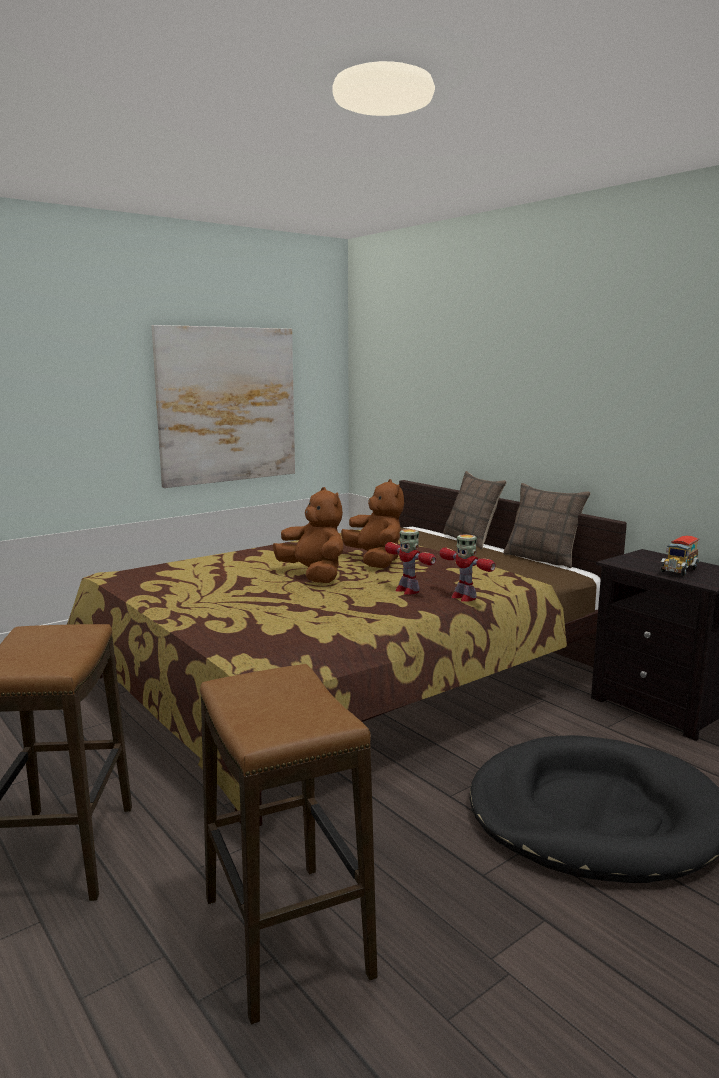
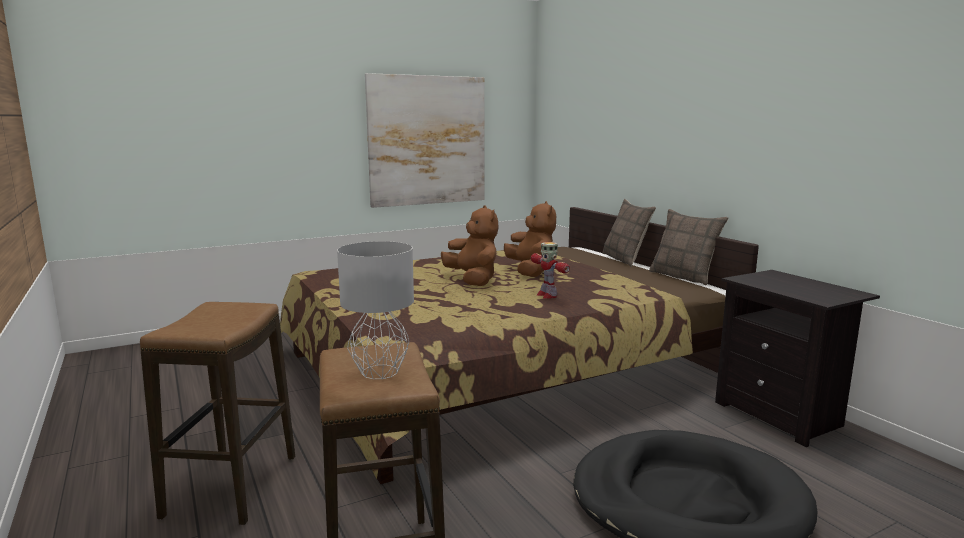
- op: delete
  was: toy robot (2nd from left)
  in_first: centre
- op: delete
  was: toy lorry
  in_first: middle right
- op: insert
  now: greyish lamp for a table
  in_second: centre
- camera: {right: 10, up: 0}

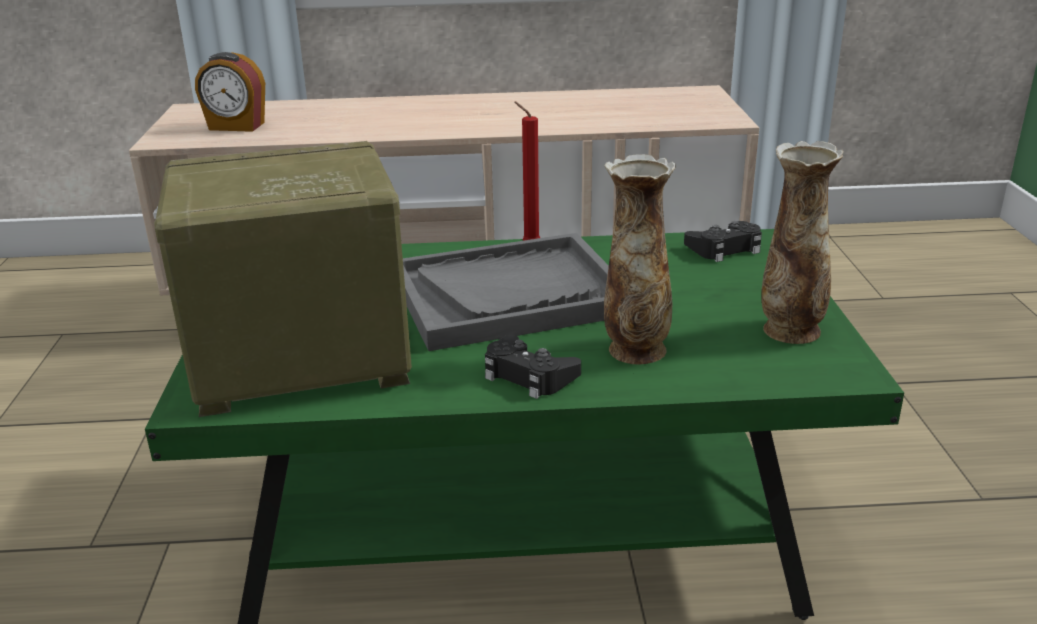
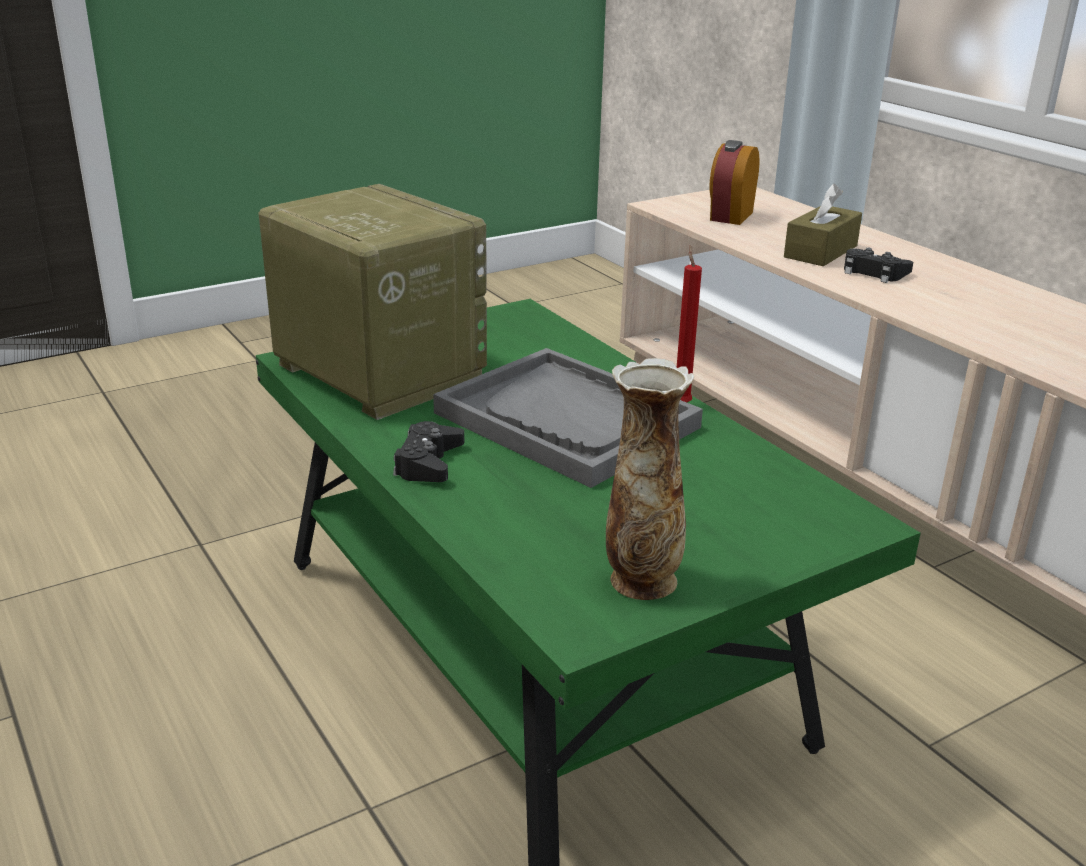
- op: rotate
  was: table clock
  in_first: top left
  in_second: top right
  clockwise: 45
- op: delete
  was: decorative vase (1st from left)
  in_first: centre
- op: move
  was: blackish gamepad (2nd from left)
  in_first: middle right
  in_second: top right
- op: insert
  now: brown-coloured tissue holder
  in_second: top right
- camera: {right: 60, up: 0}

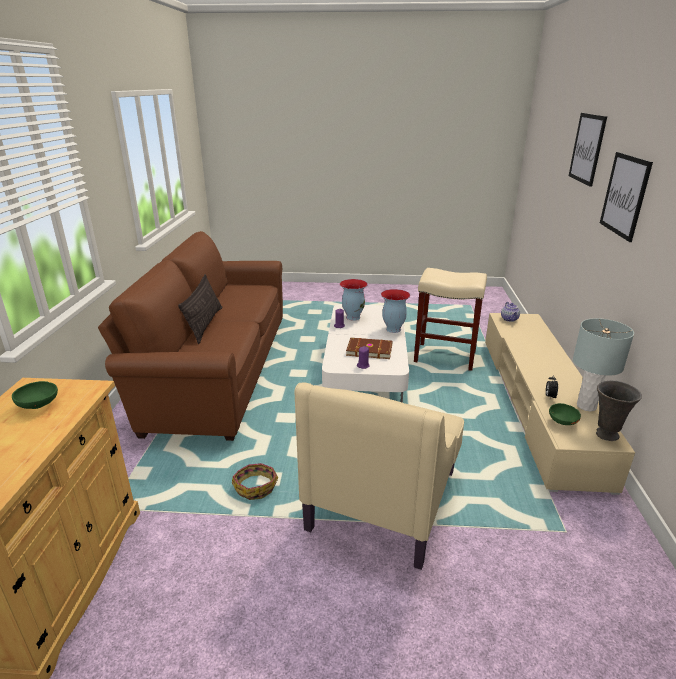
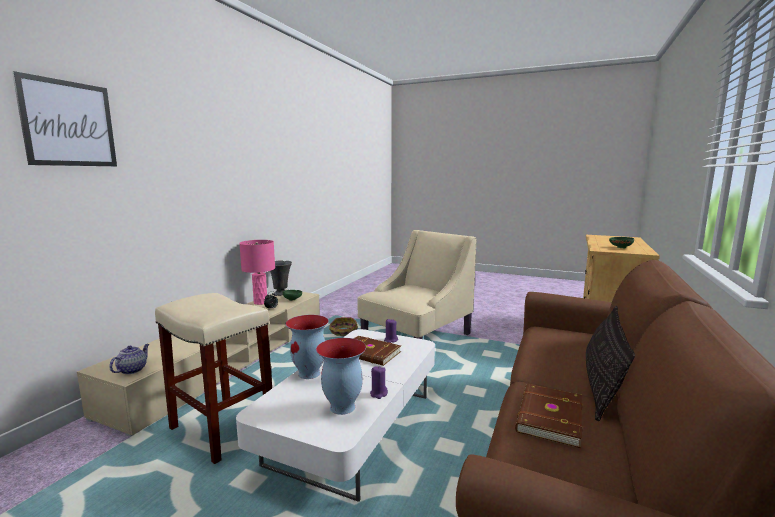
- op: delete
  was: wall art (2nd from left)
  in_first: top right
- op: recolor
  was: greyish lamp for a table
  now: pink lamp for a table
  in_first: middle right
  in_second: middle left
- op: move
  was: household basket
  in_first: bottom centre
  in_second: centre
- op: insert
  now: brown-coloured bound book (2nd from left)
  in_second: bottom right
- camera: {right: -160, up: -15}

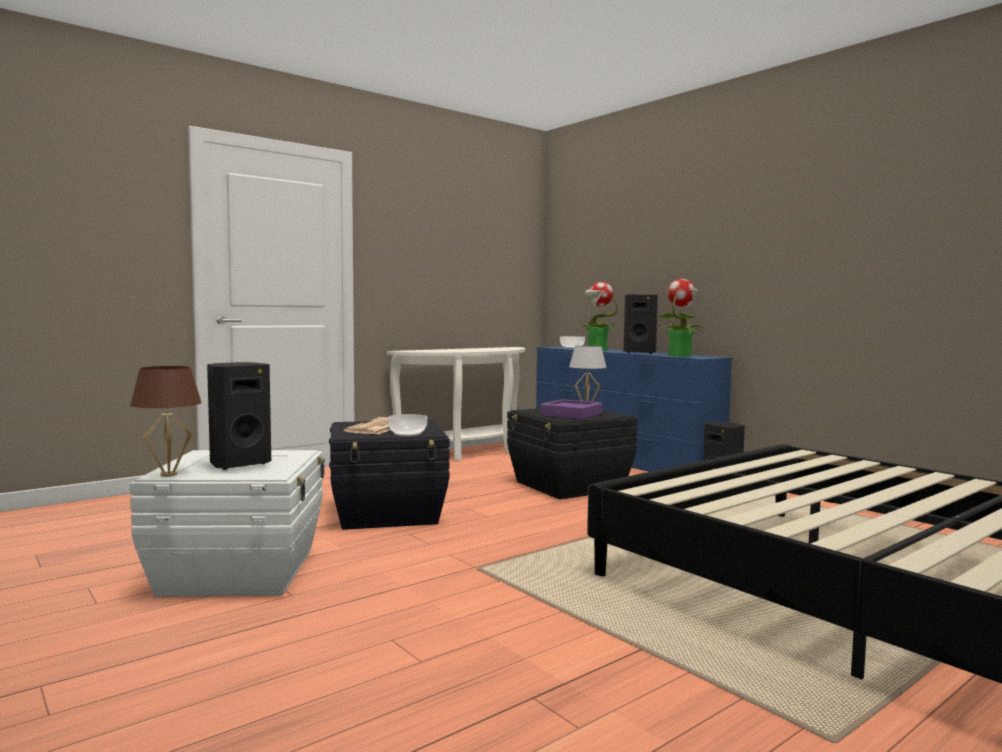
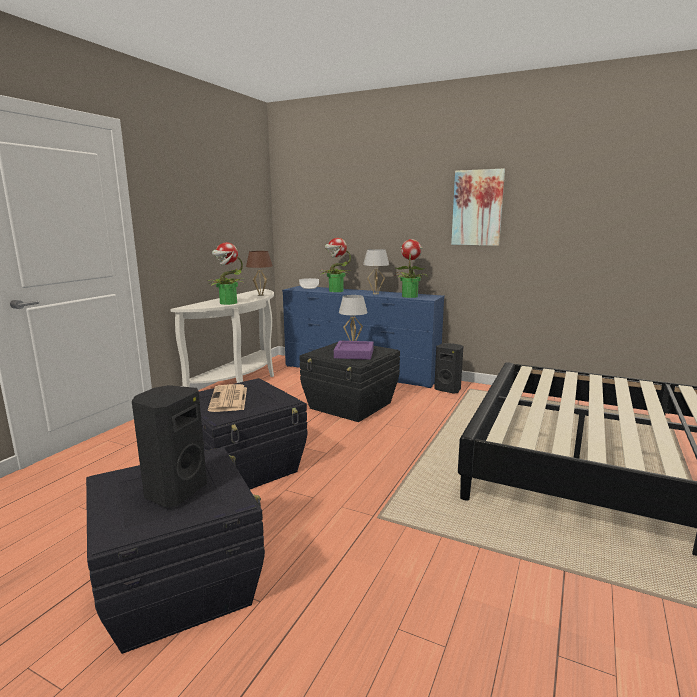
- op: replace
  was: blackish loudspeaker (2nd from left)
  now: whitish lamp for a table (2nd from left)
  in_first: centre
  in_second: centre
- op: move
  was: brown-coloured lamp for a table
  in_first: middle left
  in_second: centre
- op: delete
  was: deep dish (1st from left)
  in_first: centre
- op: recolor
  was: whitish storage container
  now: blackish storage container (1st from left)
  in_first: bottom left
  in_second: bottom left
- op: insert
  now: wall art
  in_second: top right
- op: insert
  now: houseplant (1st from left)
  in_second: middle left
- camera: {right: -25, up: 10}

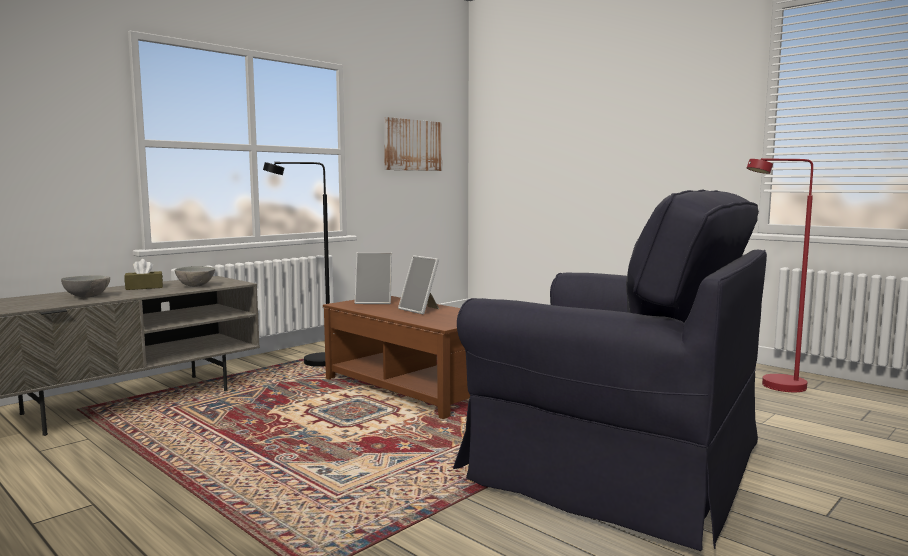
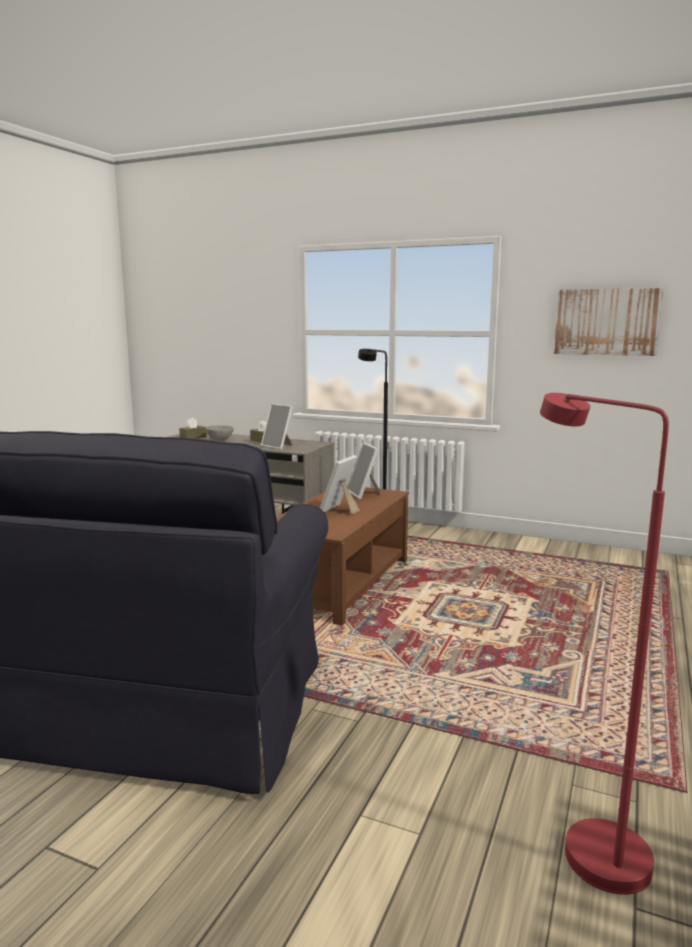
- op: replace
  was: greyish deep dish (2nd from left)
  now: picture frame (1st from left)
  in_first: middle left
  in_second: centre
- op: insert
  now: brown-coloured tissue holder (1st from left)
  in_second: middle left
- camera: {right: 70, up: 5}

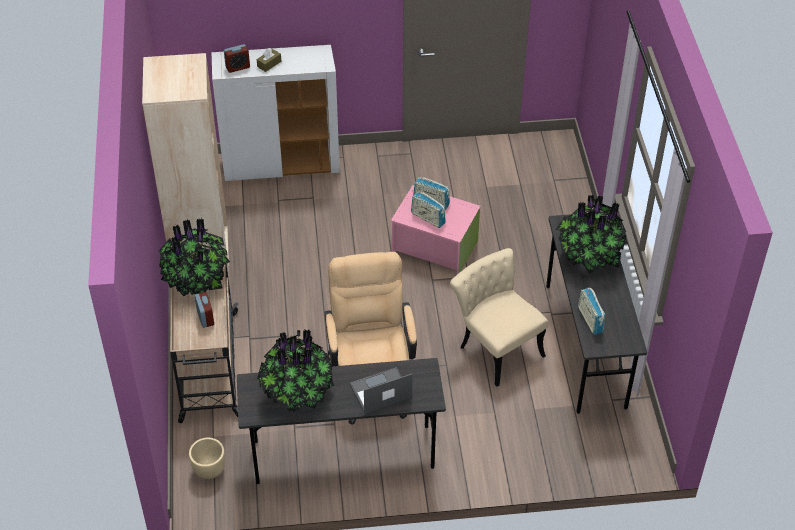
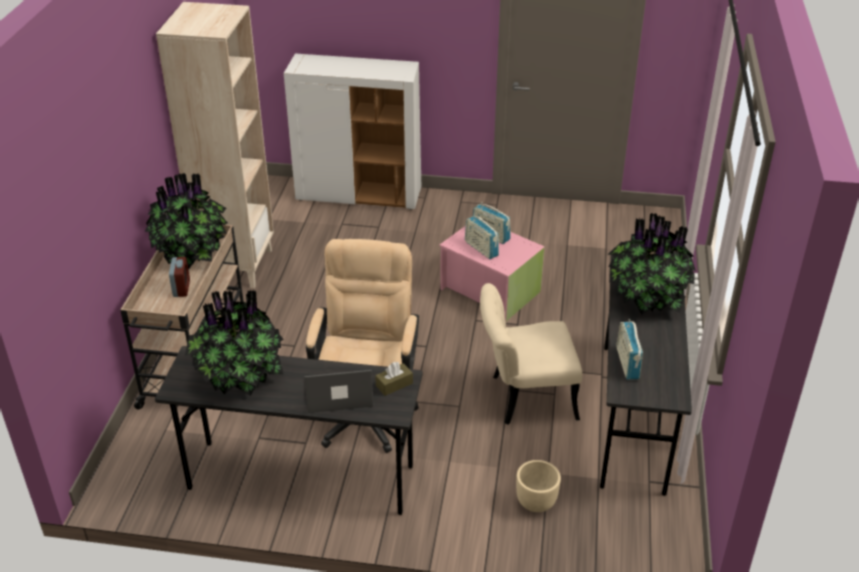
- op: delete
  was: table clock (2nd from left)
  in_first: top left
- op: move
  was: brown-coloured tissue holder
  in_first: top centre
  in_second: centre
- op: rotate
  was: sand-coloured upright chair
  in_first: centre
  in_second: centre
  clockwise: -75
- op: move
  was: sand-coloured flower pot
  in_first: bottom left
  in_second: bottom centre
- camera: {right: 15, up: -10}

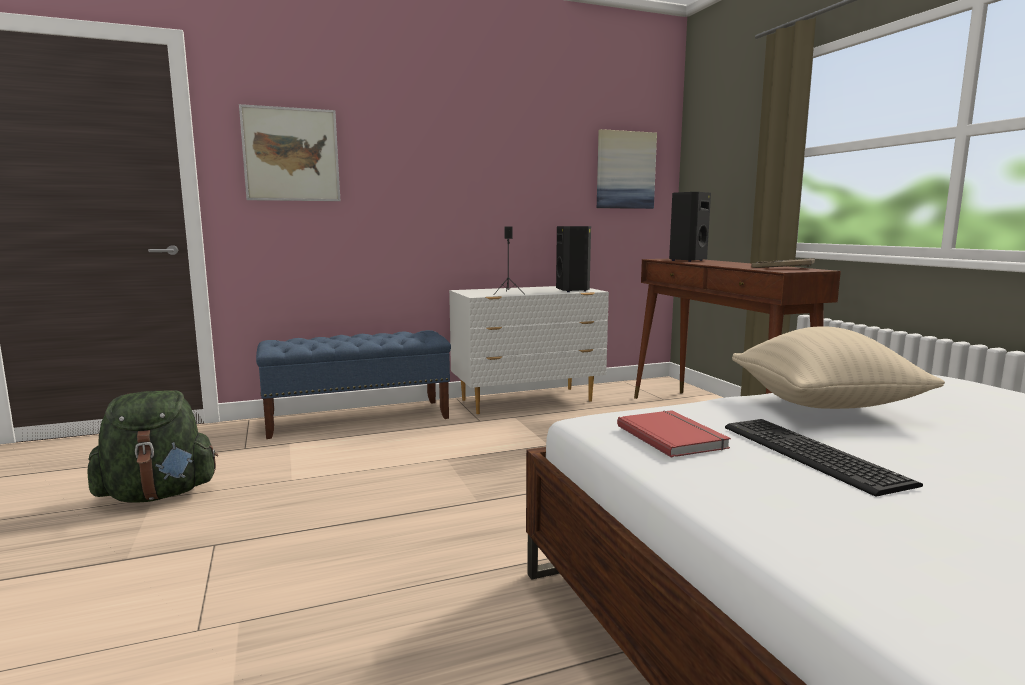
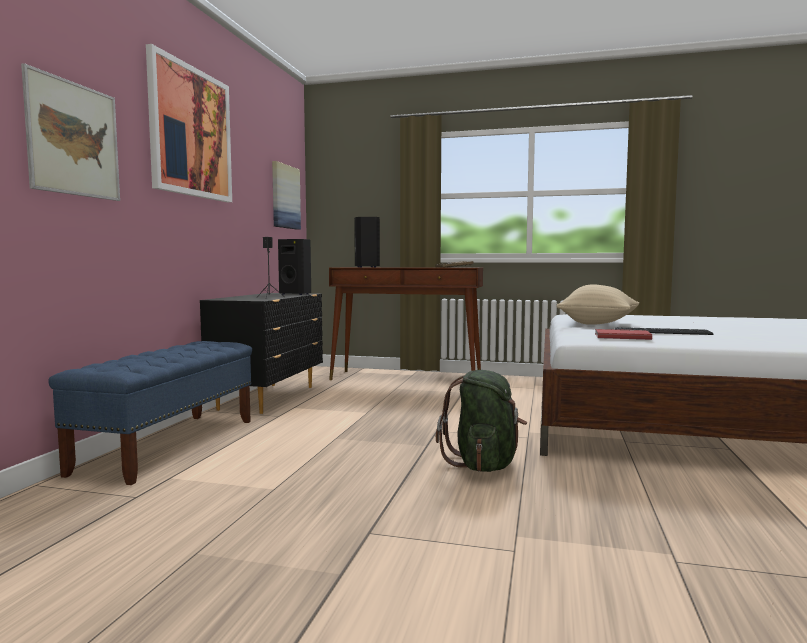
- op: recolor
  was: whitish dresser
  now: blackish dresser
  in_first: centre
  in_second: middle left
- op: move
  was: greenish backpack
  in_first: middle left
  in_second: centre
- op: insert
  now: wall art (2nd from left)
  in_second: top left
- camera: {right: -55, up: -5}

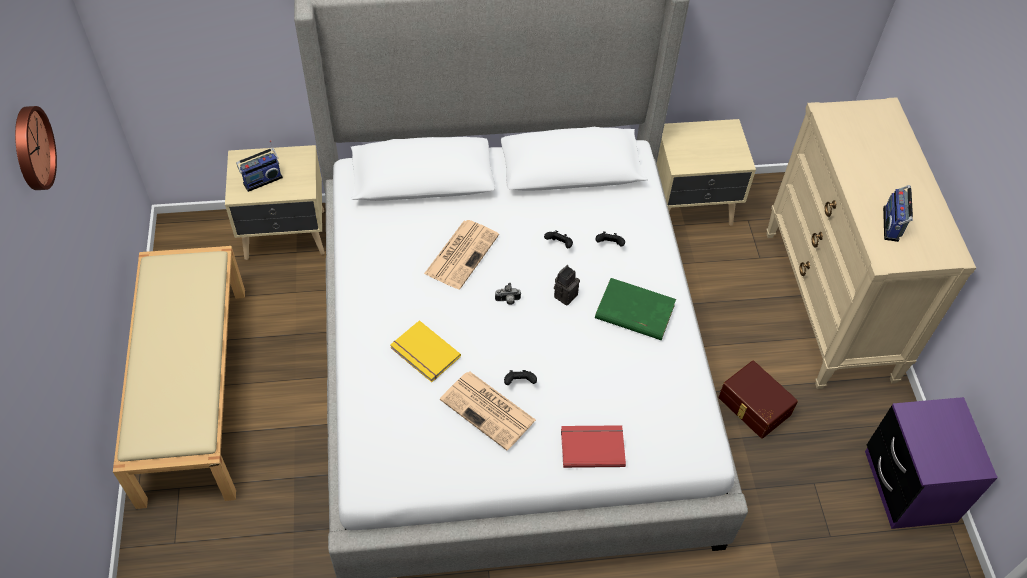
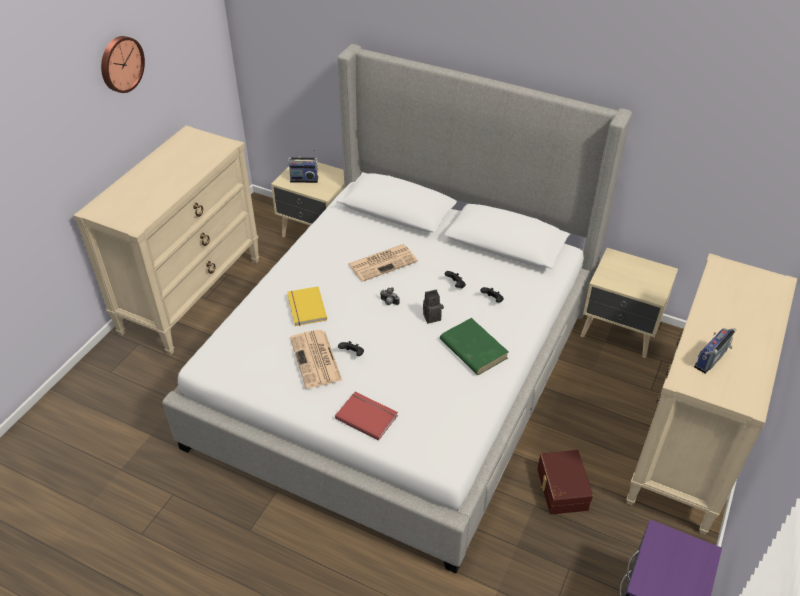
- op: replace
  was: sand-coloured bench
  now: sand-coloured dresser (1st from left)
  in_first: middle left
  in_second: middle left
- camera: {right: 35, up: -10}

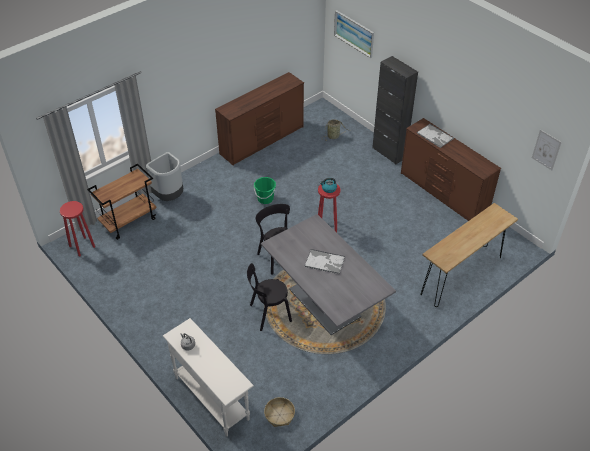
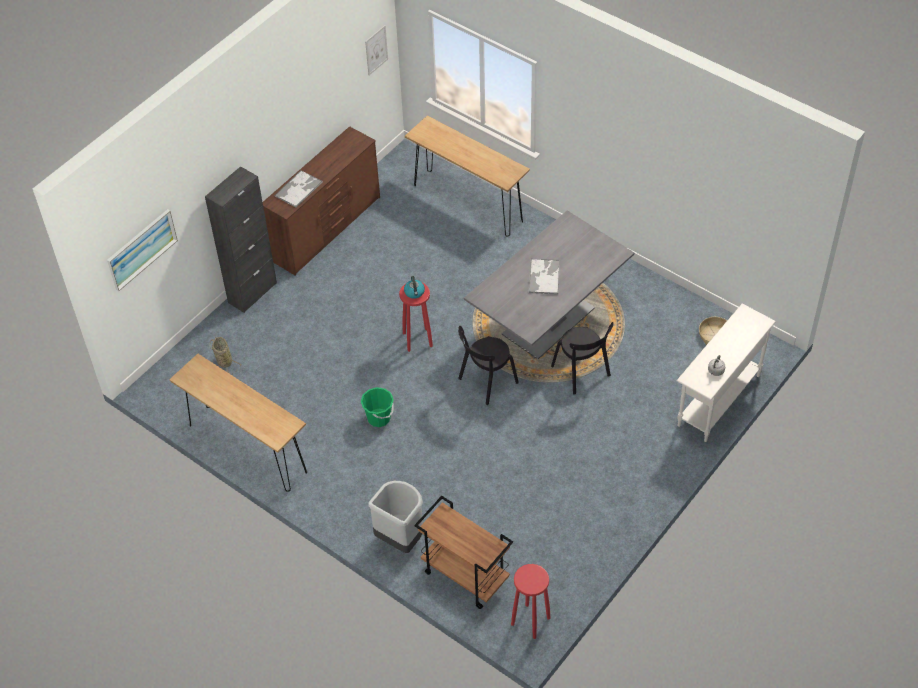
- op: replace
  was: brown-coloured dresser (1st from left)
  now: brown-coloured console table (1st from left)
  in_first: top centre
  in_second: middle left
- camera: {right: -100, up: 5}

